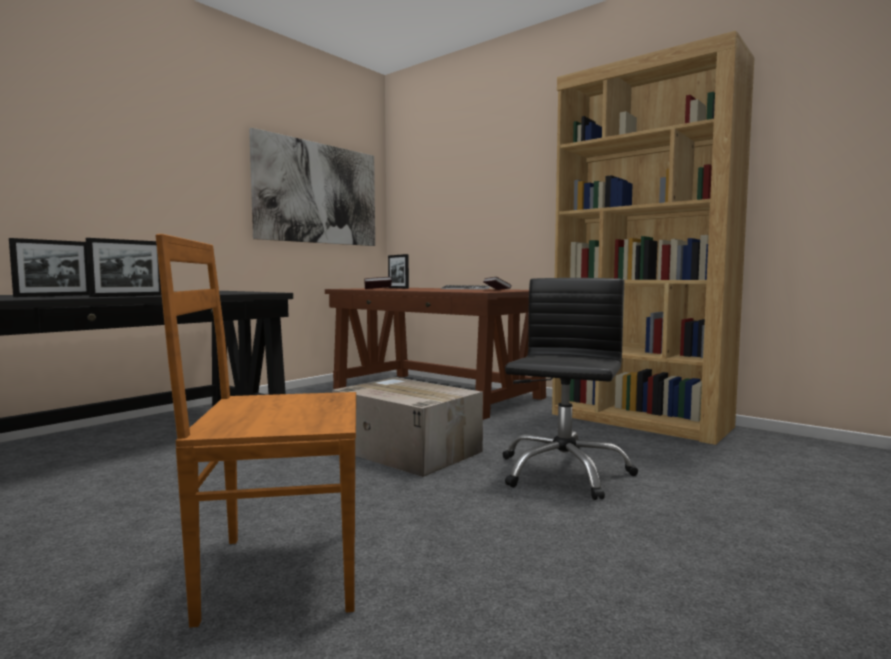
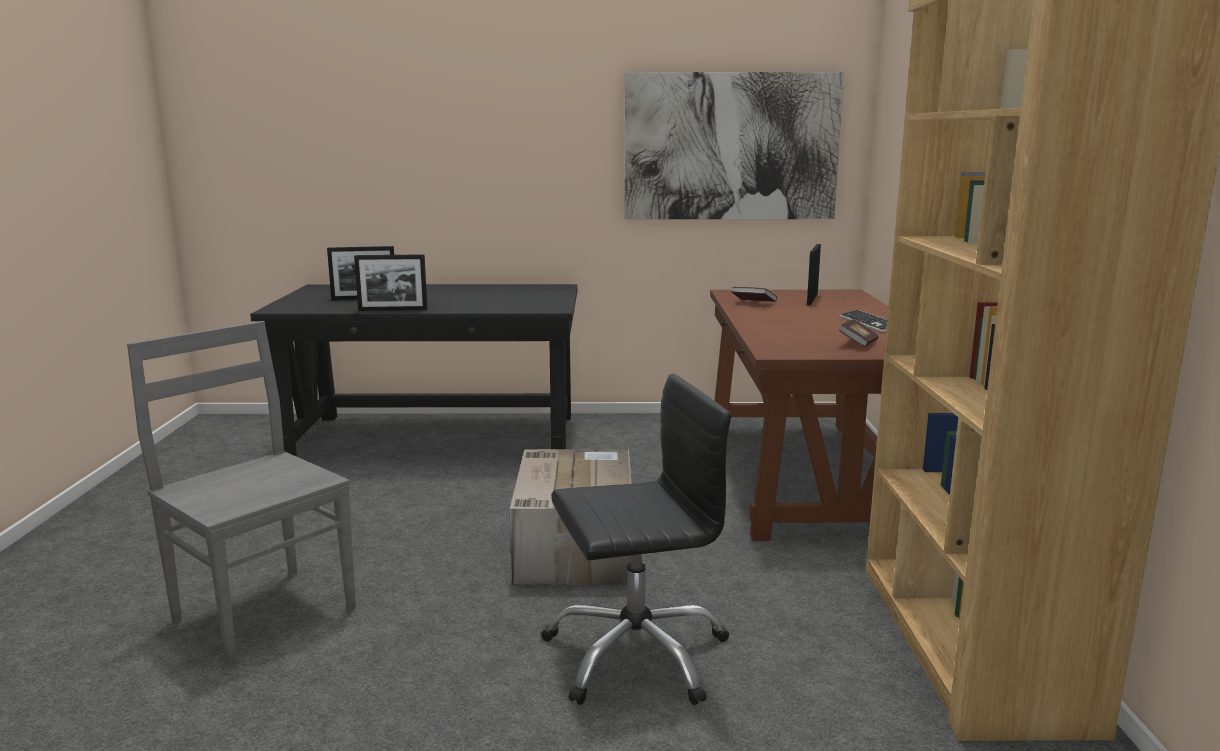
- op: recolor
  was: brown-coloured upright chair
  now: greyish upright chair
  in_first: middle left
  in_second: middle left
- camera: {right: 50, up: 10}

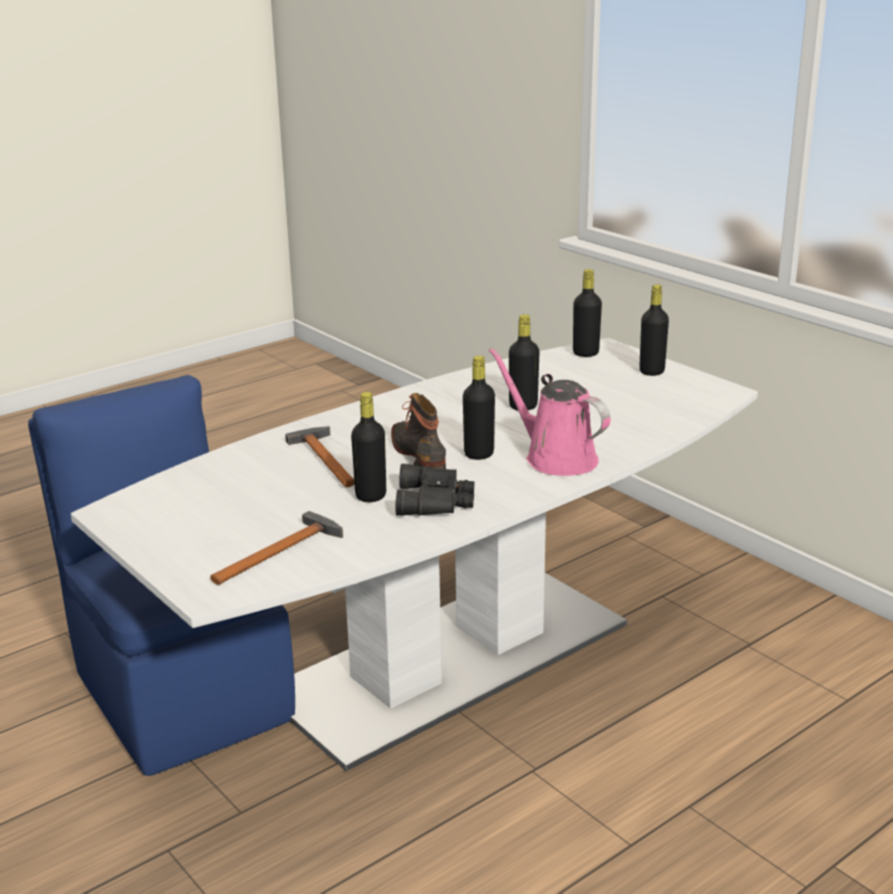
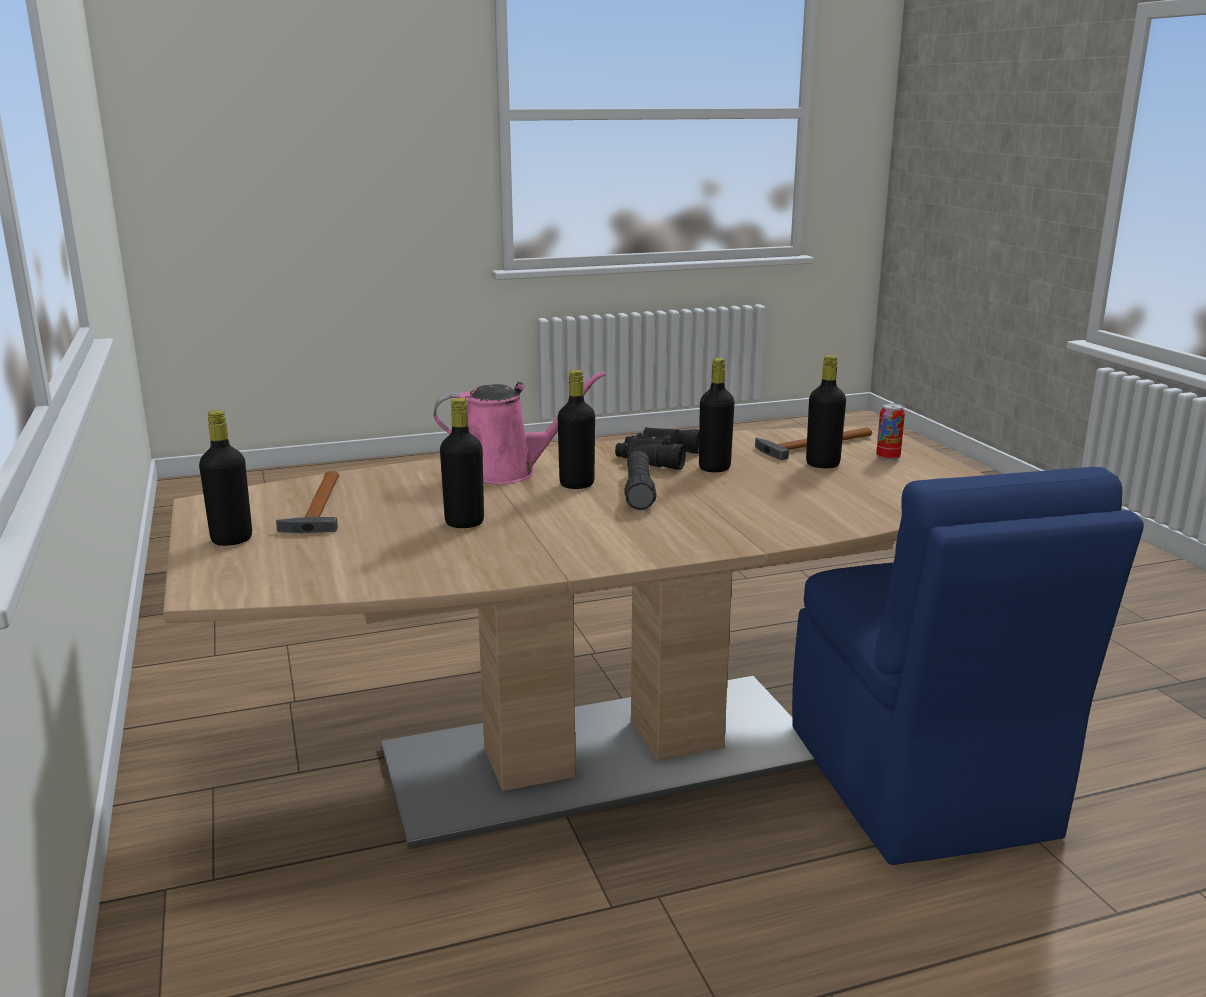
- op: move
  was: blackish bottle (4th from left in the first image)
  now: blackish bottle (5th from left)
  in_first: centre
  in_second: middle right
- op: recolor
  was: whitish dining table
  now: brown-coloured dining table
  in_first: centre
  in_second: centre
- op: rotate
  was: pink watering can
  in_first: centre
  in_second: centre
  clockwise: -75
- op: replace
  was: boot
  now: blackish flashlight
  in_first: centre
  in_second: centre
- op: move
  was: hammer (2nd from left in the first image)
  now: hammer (1st from left)
  in_first: centre
  in_second: middle left
- op: insert
  now: sealed can
  in_second: middle right
- camera: {right: -160, up: -5}

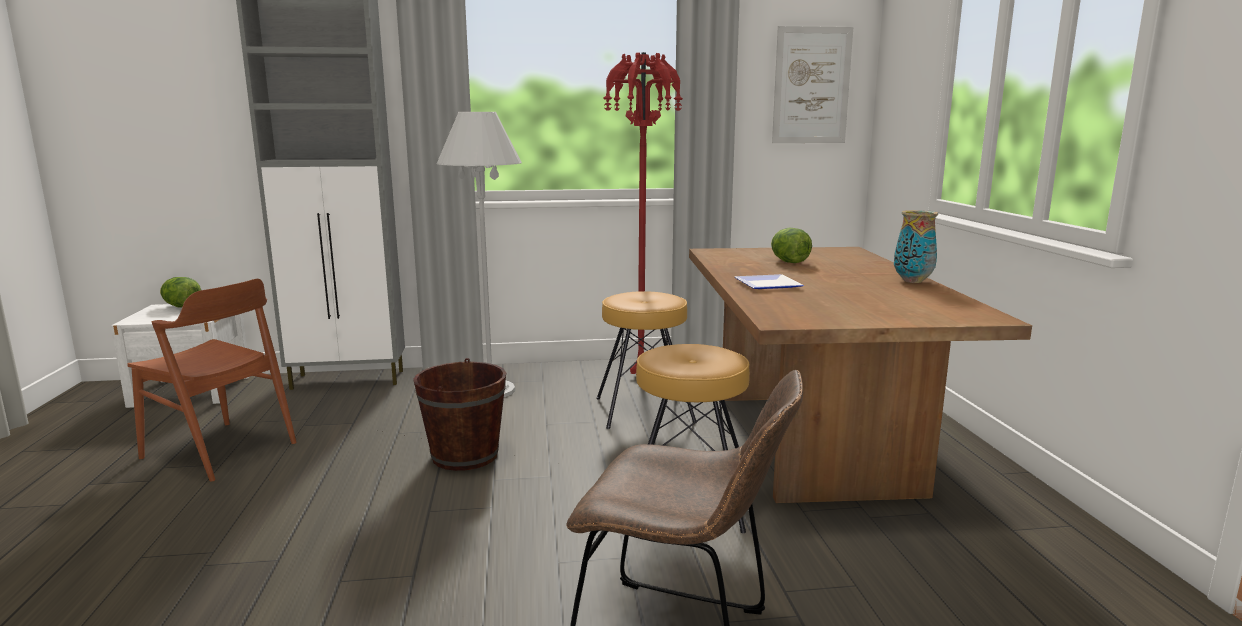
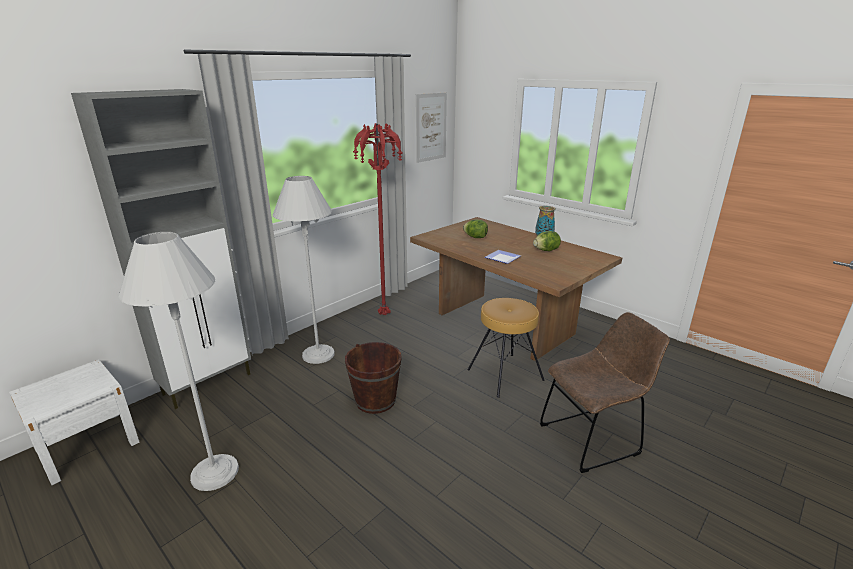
- op: move
  was: lettuce (1st from left in the first image)
  now: lettuce (2nd from left)
  in_first: middle left
  in_second: centre
- op: replace
  was: brown-coloured upright chair (1st from left)
  now: whitish standing lamp (1st from left)
  in_first: middle left
  in_second: middle left
- op: delete
  was: brown-coloured stool (1st from left)
  in_first: centre
- camera: {right: -40, up: 10}

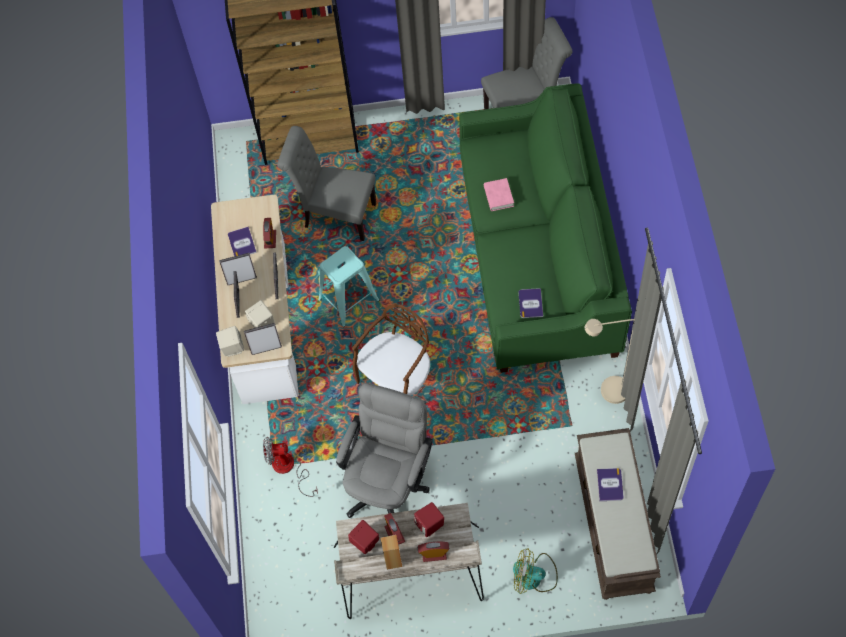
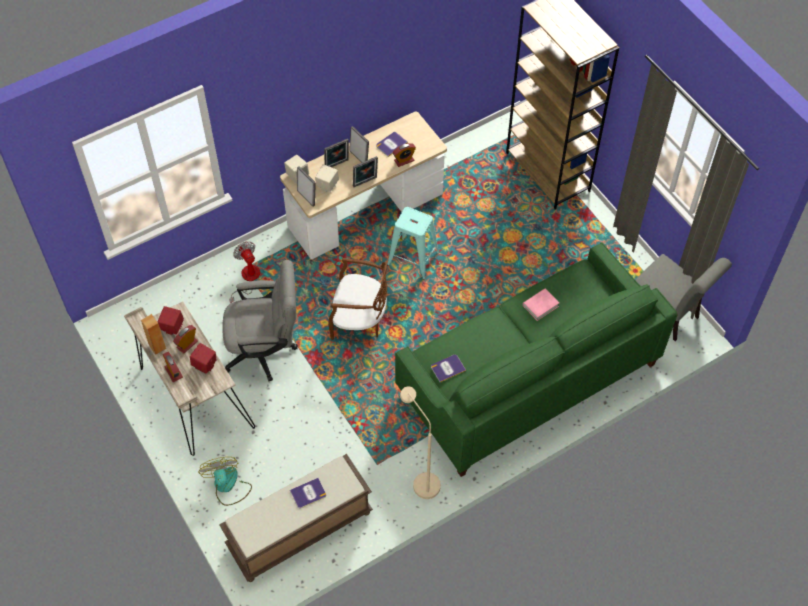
- op: delete
  was: greyish upright chair (1st from left)
  in_first: top centre
- camera: {right: 60, up: -5}

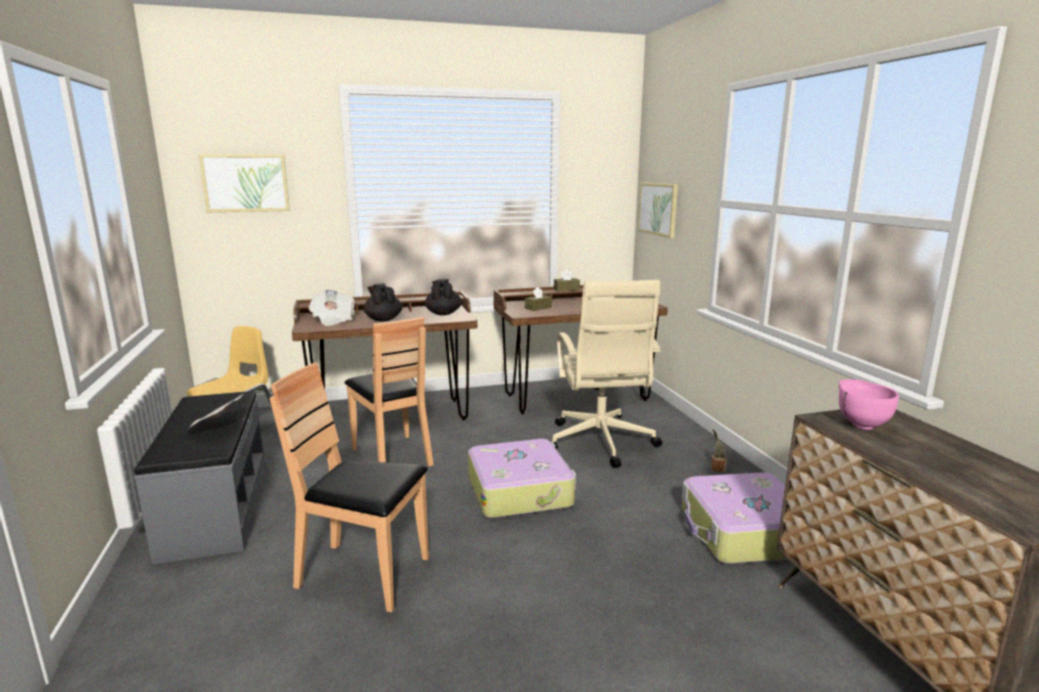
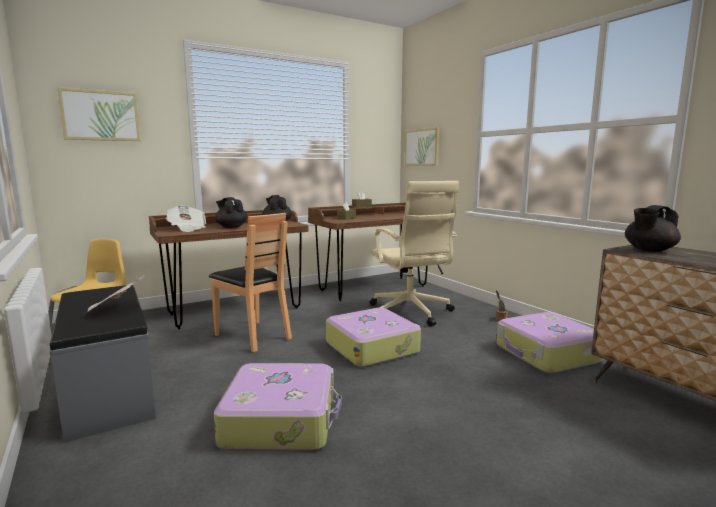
- op: replace
  was: brown-coloured upright chair (1st from left)
  now: suitcase (1st from left)
  in_first: bottom centre
  in_second: bottom centre
- op: replace
  was: pink deep dish
  now: blackish tea pot (3rd from left)
  in_first: middle right
  in_second: middle right
- camera: {right: -15, up: -5}

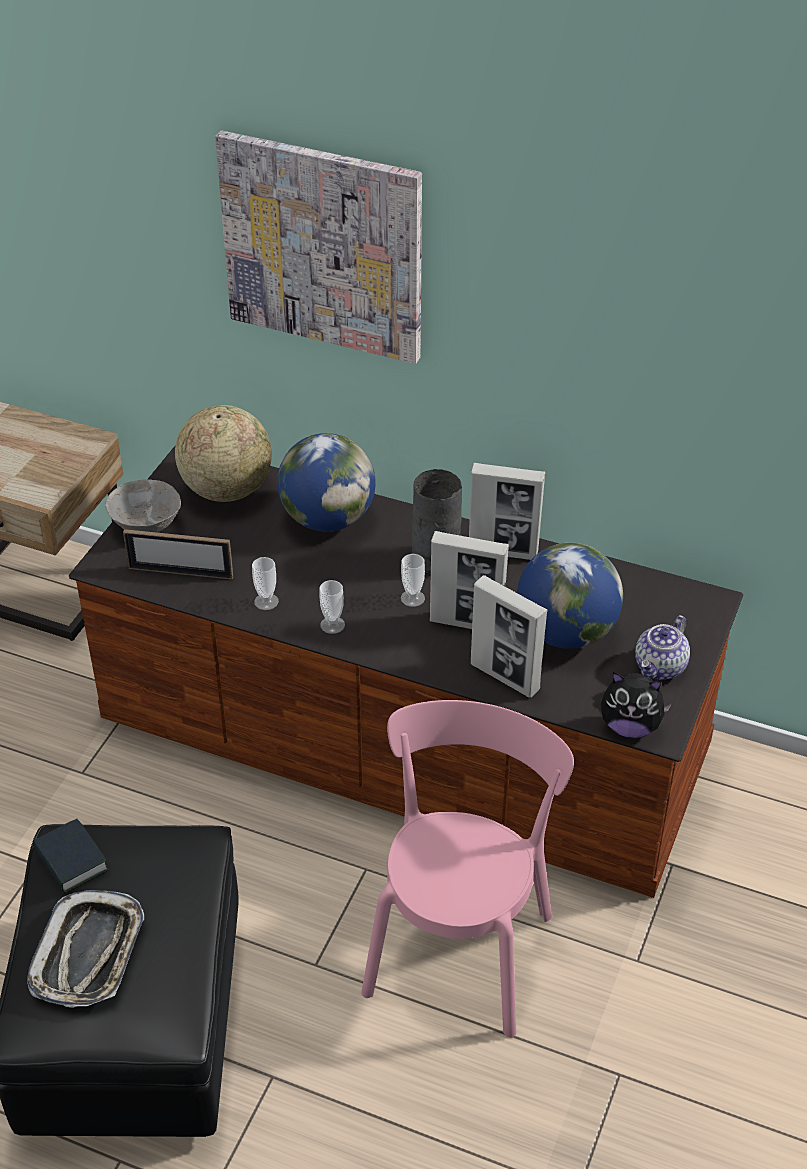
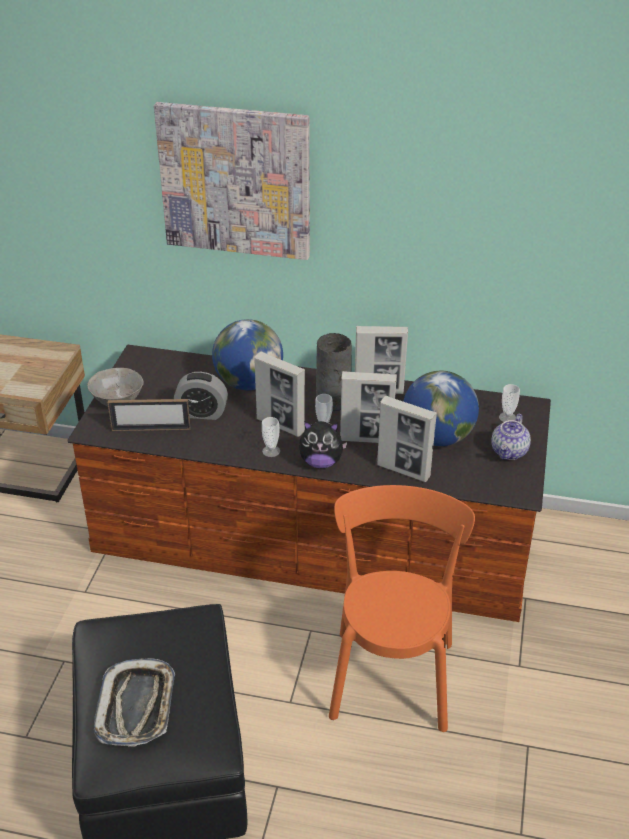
- op: delete
  was: world globe (1st from left)
  in_first: middle left
- op: move
  was: small cup (1st from left in the first image)
  now: small cup (3rd from left)
  in_first: middle left
  in_second: middle right
- op: move
  was: soft toy
  in_first: middle right
  in_second: centre
- op: recolor
  was: pink upright chair
  now: orangey upright chair
  in_first: bottom centre
  in_second: bottom centre
- op: delete
  was: bound book
  in_first: bottom left
- op: insert
  now: picture frame (2nd from left)
  in_second: centre
- op: insert
  now: table clock
  in_second: middle left
- camera: {right: -10, up: -5}

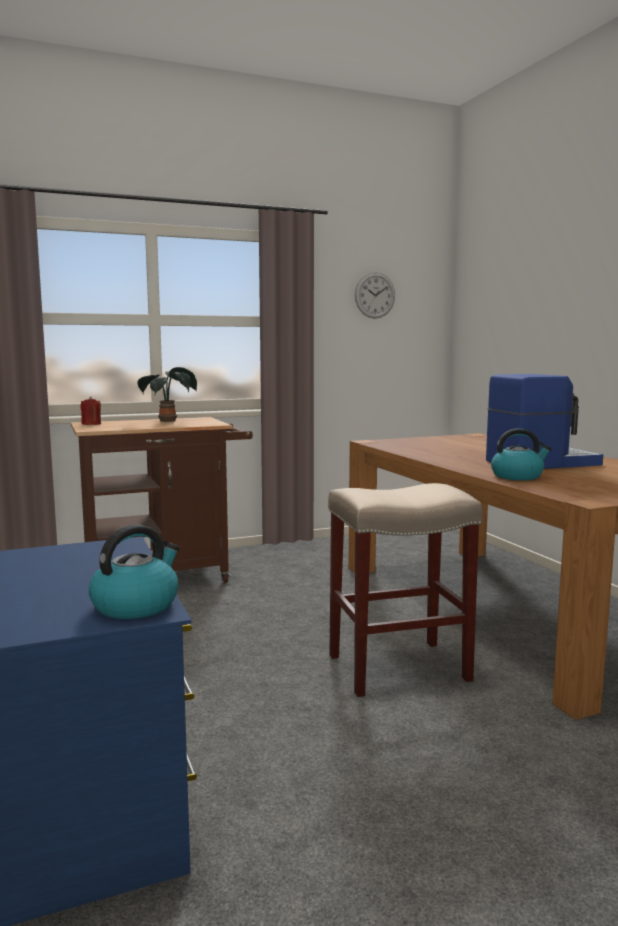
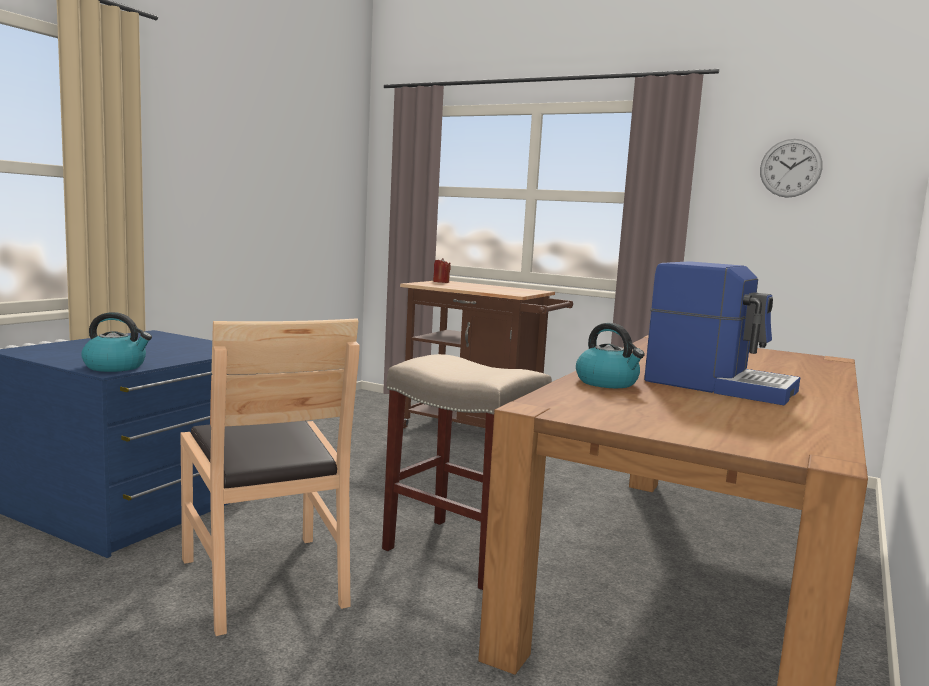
- op: delete
  was: houseplant
  in_first: middle left
- op: insert
  now: brown-coloured upright chair
  in_second: bottom left
- camera: {right: 50, up: 0}

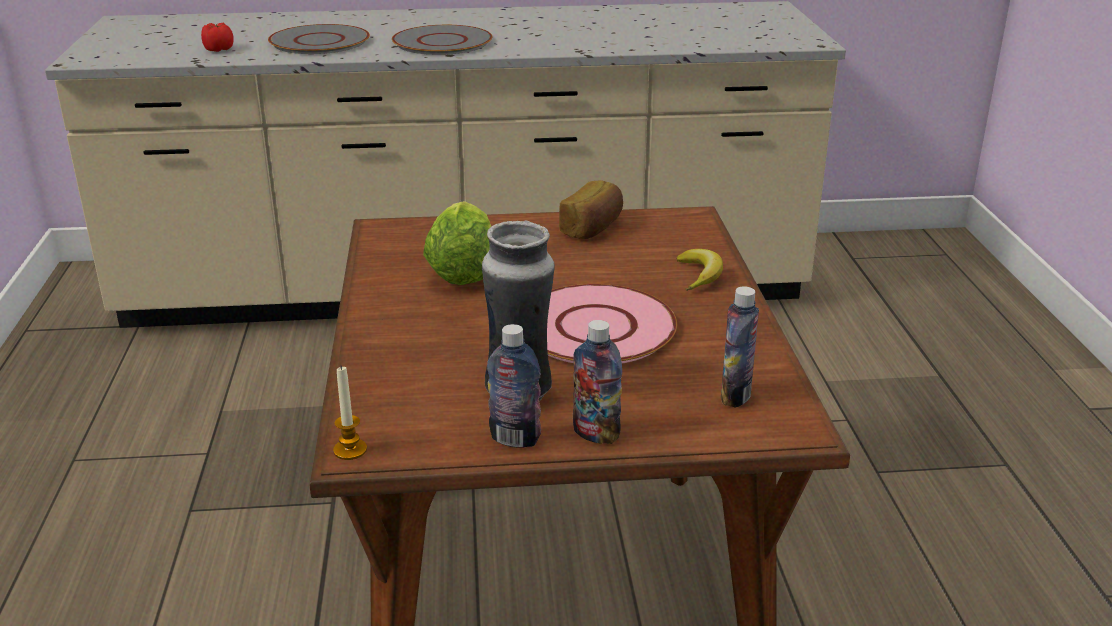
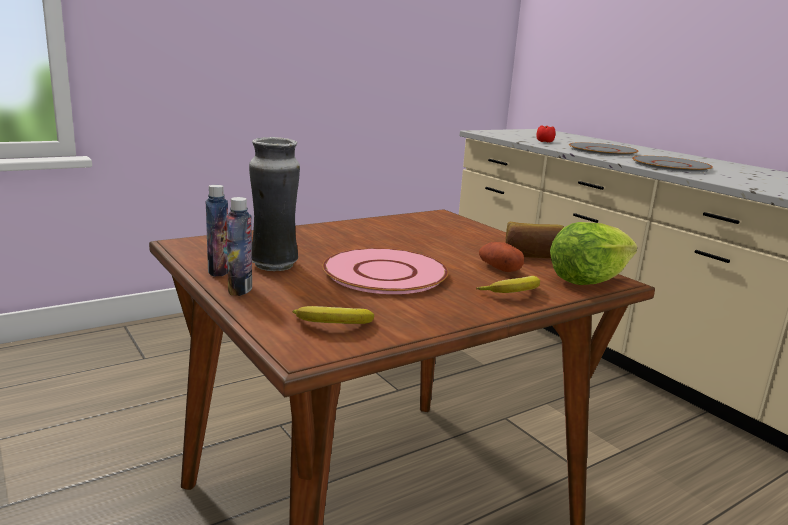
- op: move
  was: lettuce
  in_first: centre
  in_second: middle right
- op: replace
  was: bottle (3rd from left)
  now: banana fruit (1st from left)
  in_first: centre
  in_second: centre
- op: delete
  was: candle
  in_first: middle left
- op: insert
  now: potato
  in_second: centre
- camera: {right: 60, up: -10}

